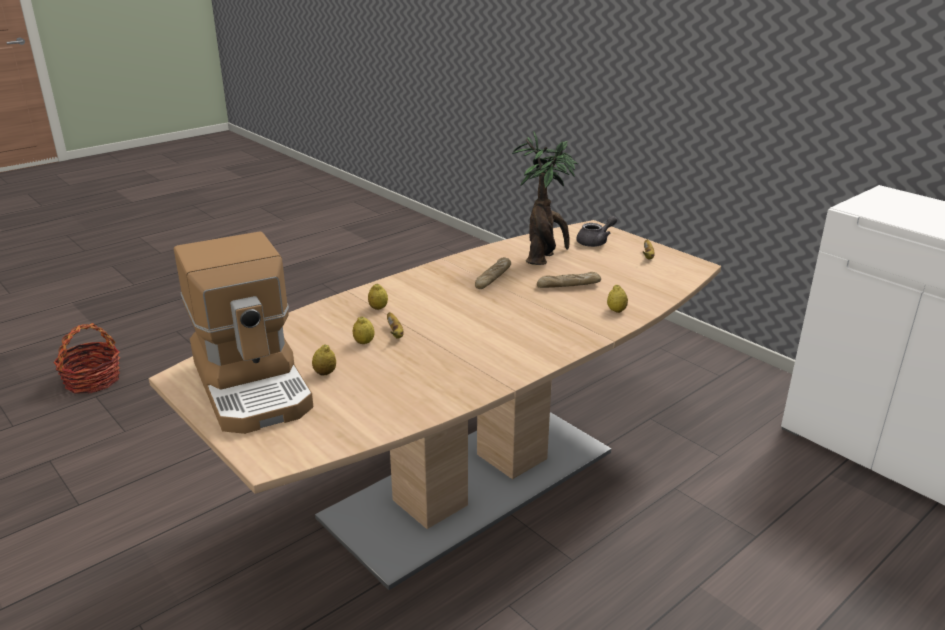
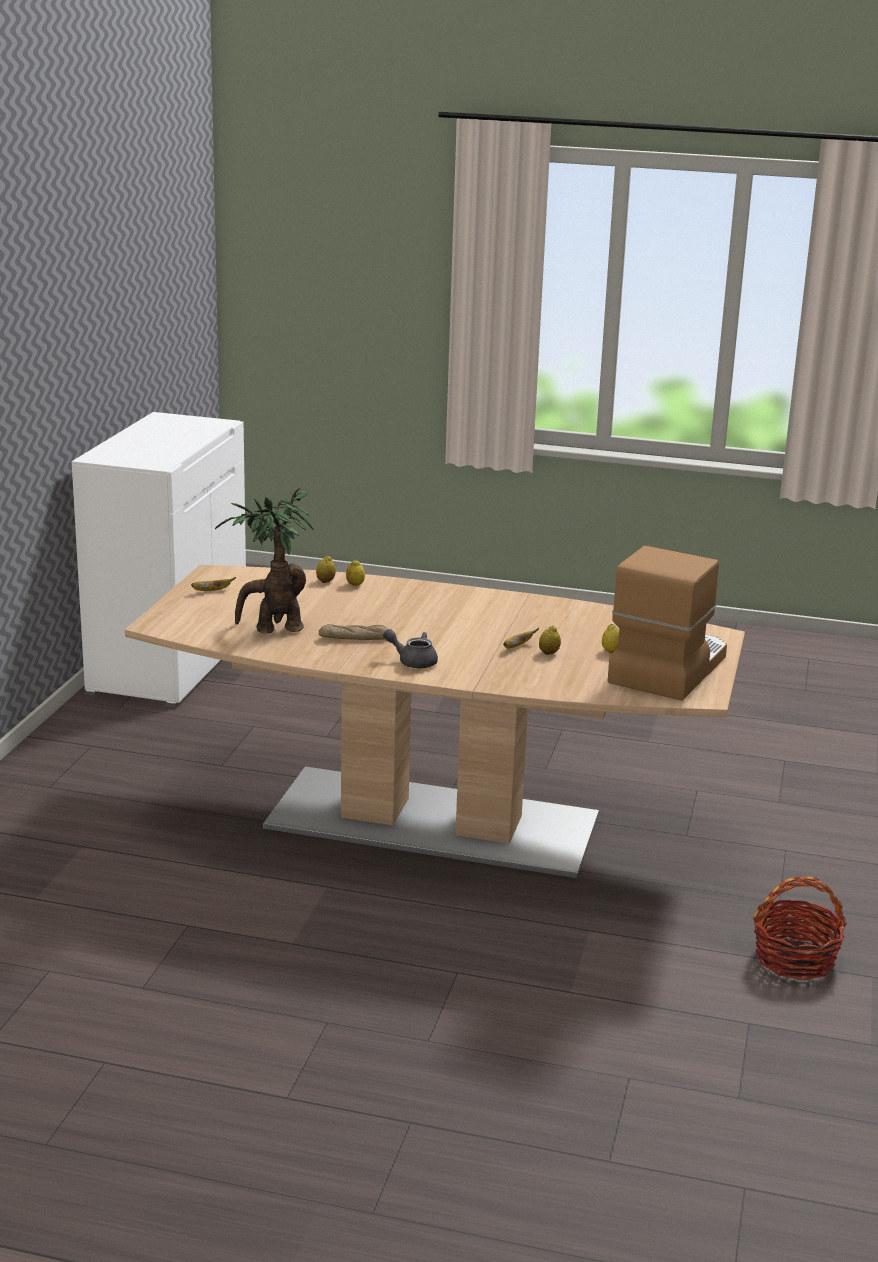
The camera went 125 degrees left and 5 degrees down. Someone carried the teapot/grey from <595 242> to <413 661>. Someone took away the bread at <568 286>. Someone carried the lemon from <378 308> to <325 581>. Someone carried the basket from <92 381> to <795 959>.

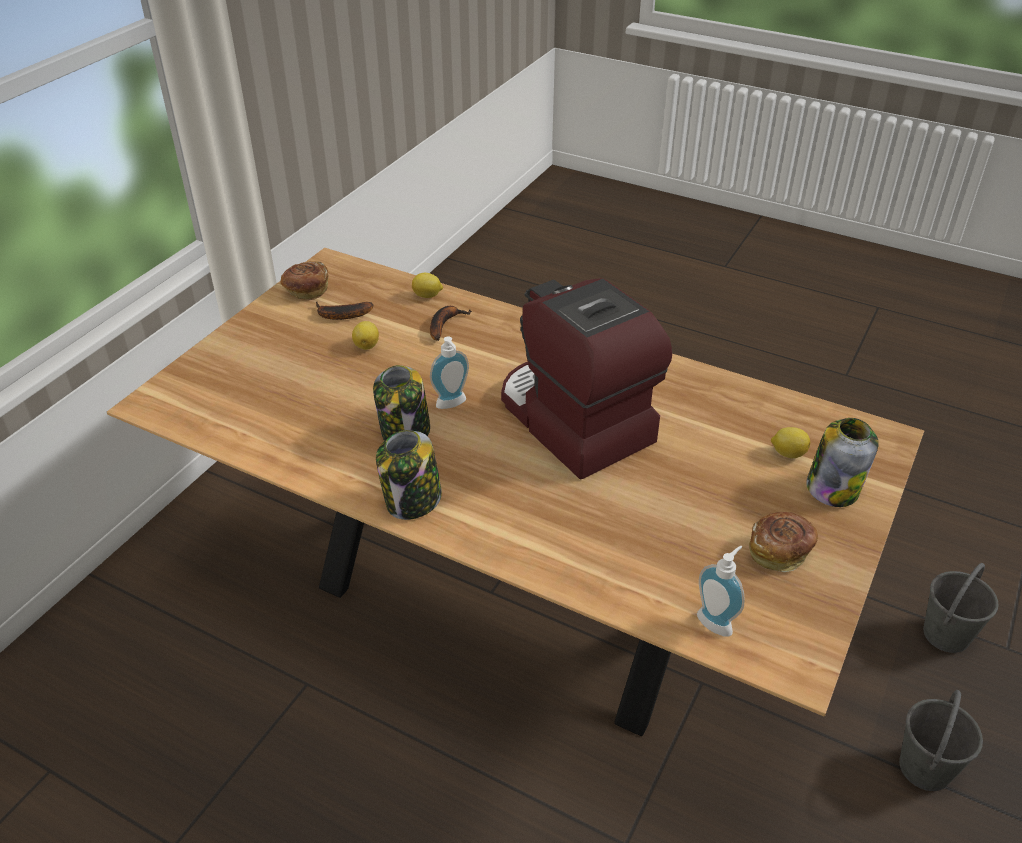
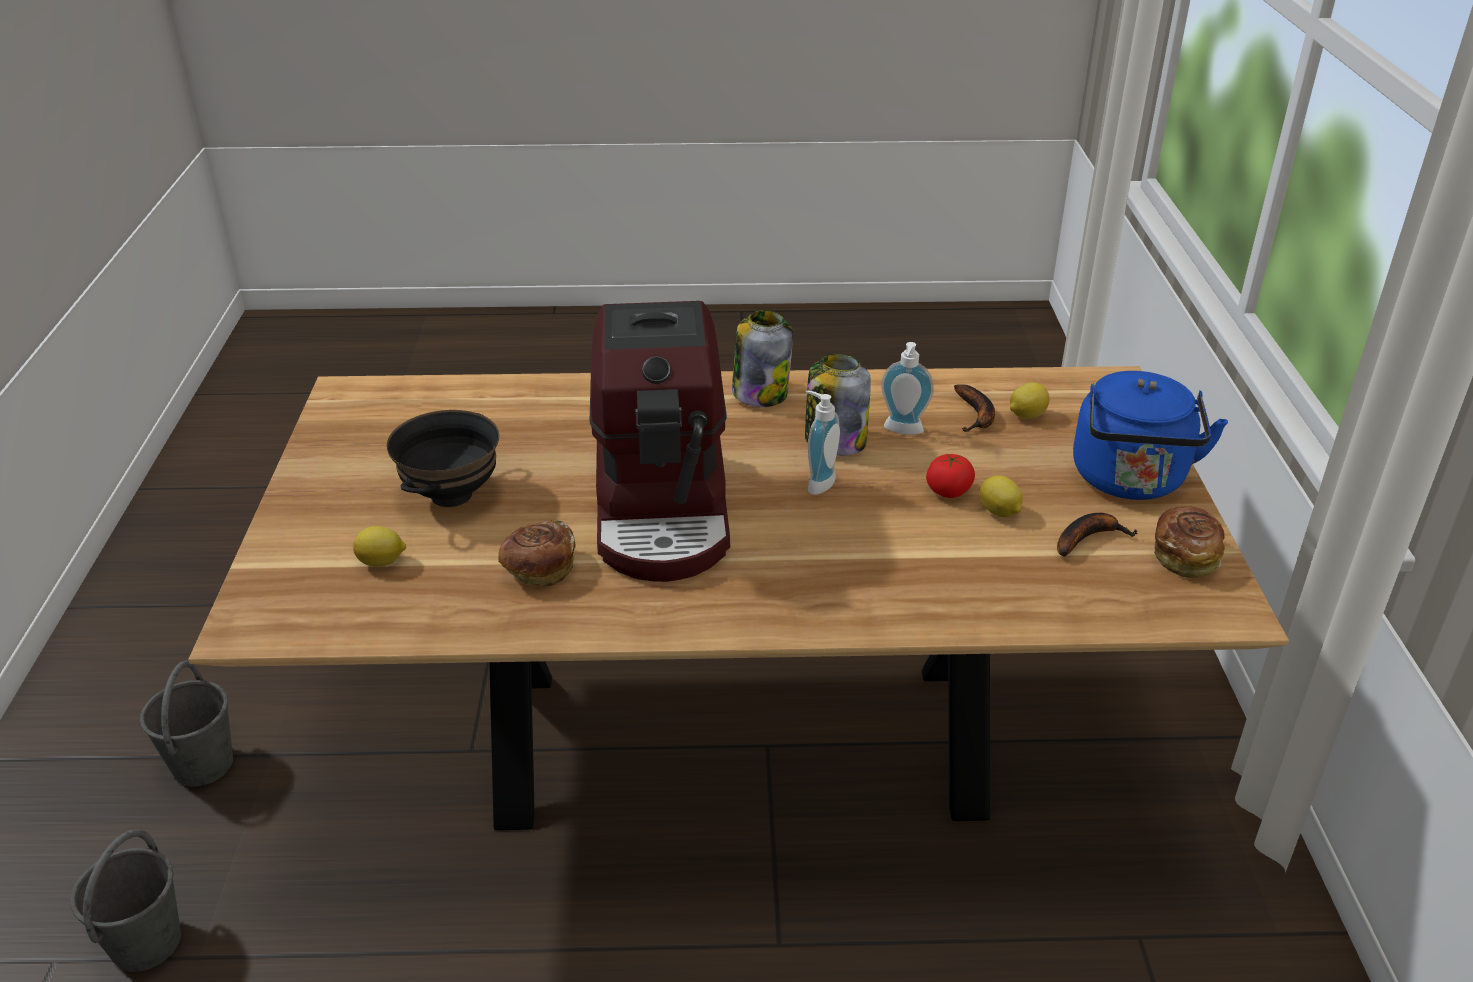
The camera went 150 degrees right and 5 degrees down. Someone carried the lemon from <427 296> to <1026 415>. Someone rotated the coffee machine at <572 422> by 60 degrees clockwise. Someone carried the banana from <444 324> to <976 415>. Someone took away the jar at <833 488>. Someone carried the bread from <779 551> to <539 569>. Someone carried the soap dispenser from <717 621> to <902 431>. Someone put down the kettle/blue at <1130 481>. Someone put down the bowl/black at <452 496>. Someone put down the tomato at <948 491>.

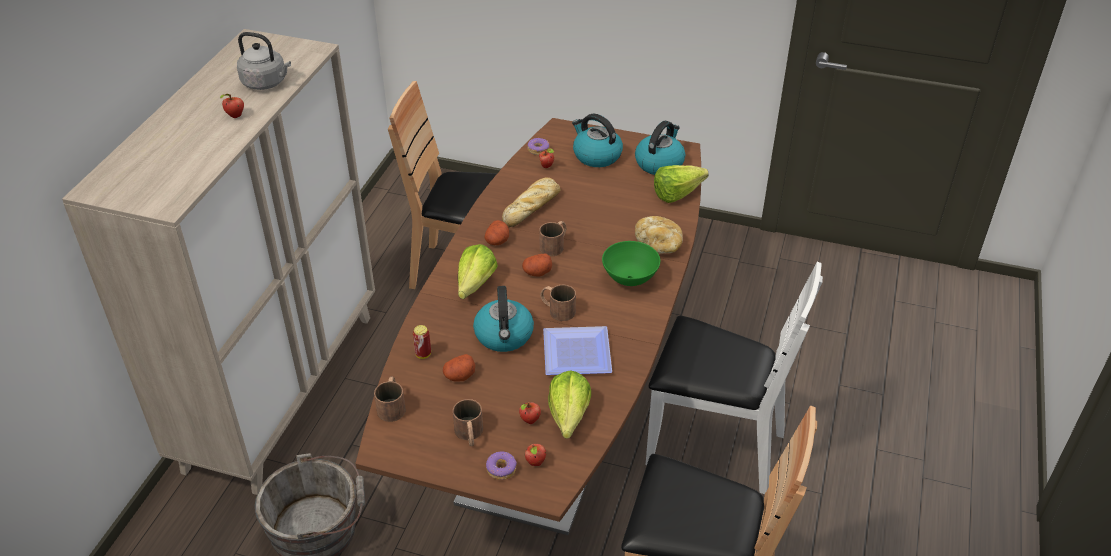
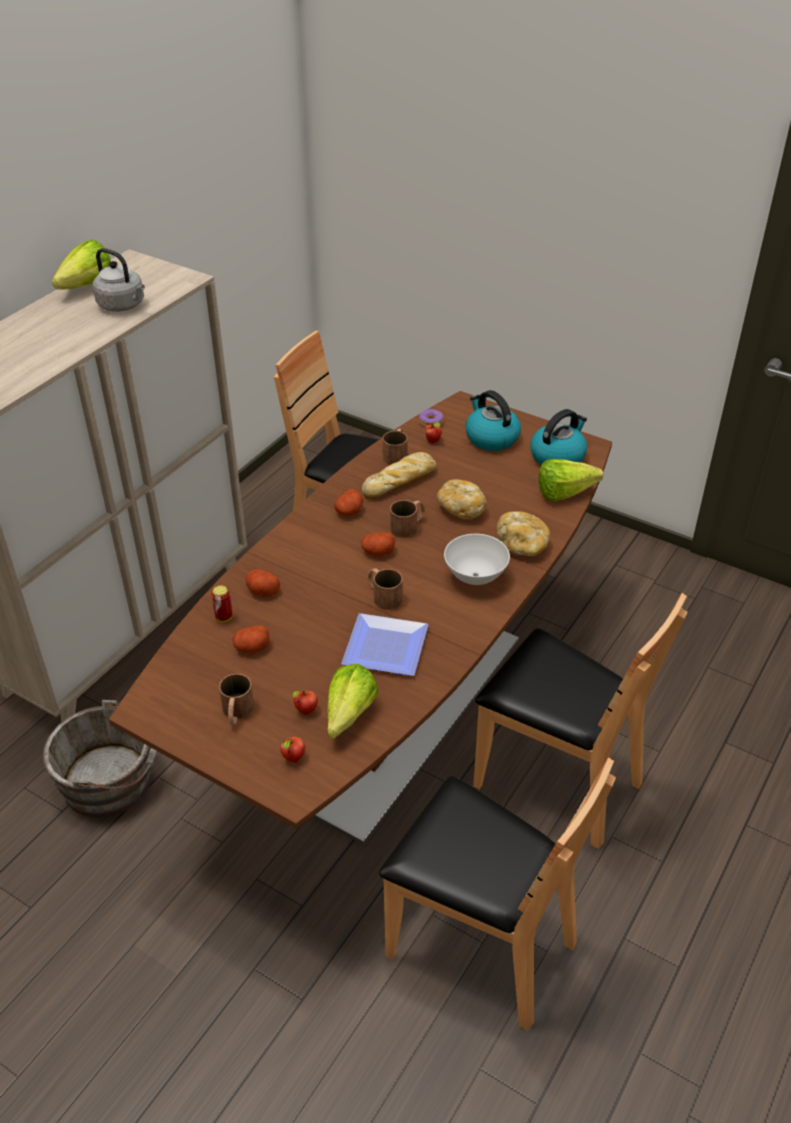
The camera went 15 degrees right and 0 degrees up. Someone took away the apple at <235 116>. Someone repainted the bowl/green at <630 279>, which became the bowl/white at <476 577>. Someone carried the lettuce from <472 289> to <81 288>. Someone repainted the chair/white at <714 446>, which became the chair/brown at <557 781>. Someone took away the kettle at <504 336>. Someone carried the mug/brown from <392 405> to <396 454>. Someone took away the donut at <501 469>. Someone put down the bread at <461 508>. Someone put down the potato at <262 590>.

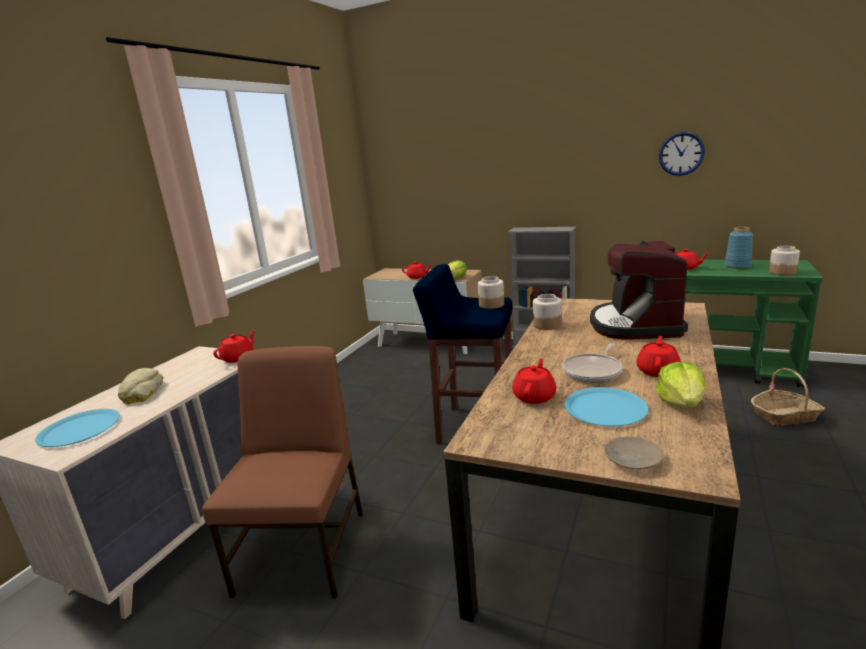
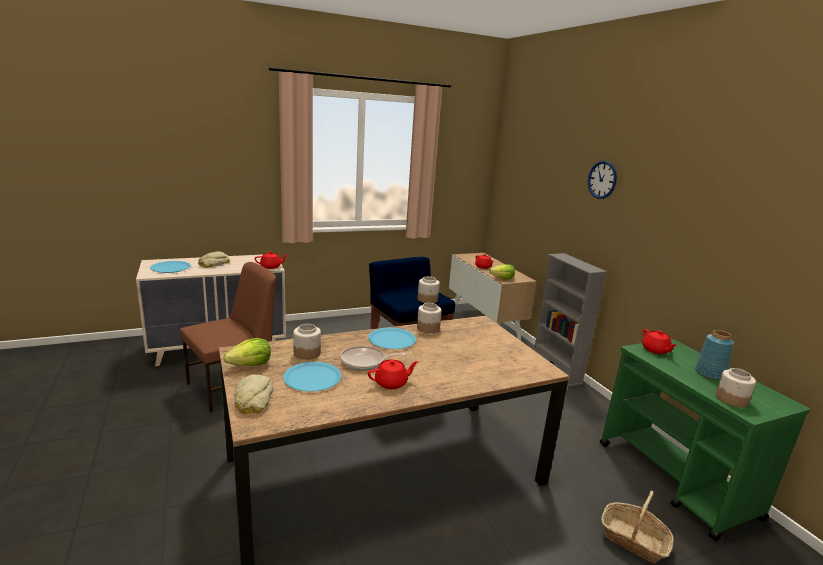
The camera went 40 degrees right and 0 degrees up. Someone carried the wall clock from <681 154> to <602 179>. Someone took away the coffee machine at <635 325>. Someone swapped the teapot/red at <535 396> for the jar at <307 353>. Someone carried the lettuce from <681 402> to <250 365>. Someone swapped the plate/beige at <632 459> for the bread at <253 399>. Someone put down the plate/blue at <392 339>.

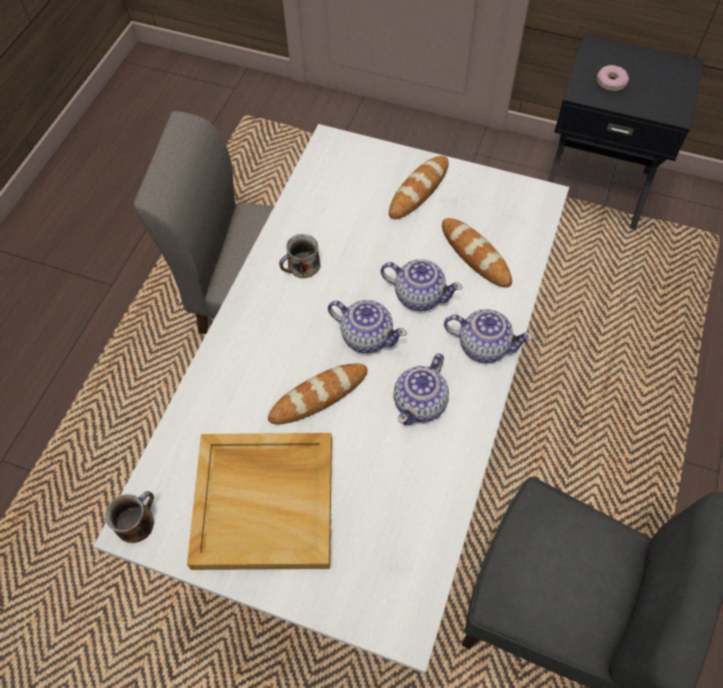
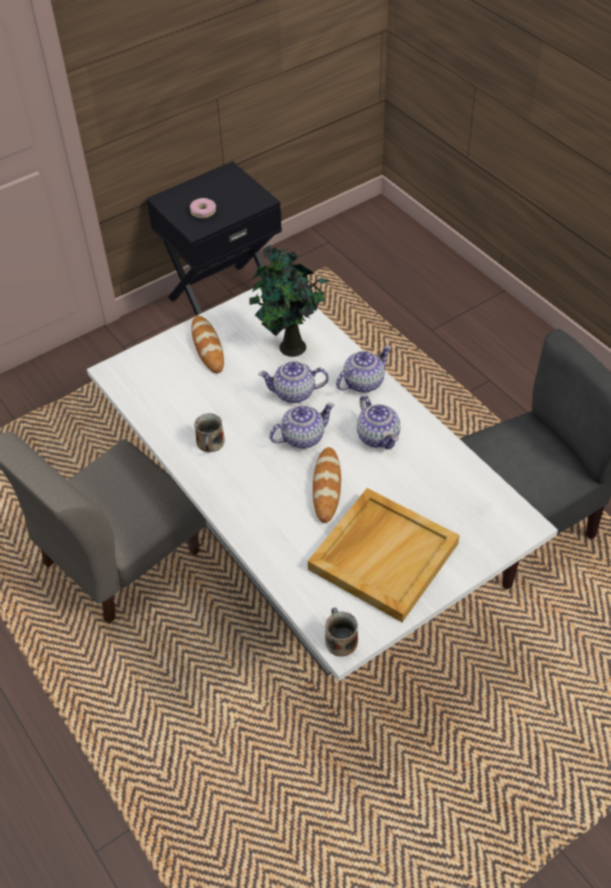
The camera went 55 degrees left and 10 degrees down. Someone swapped the bread at <475 255> for the potted plant at <290 348>. Someone rotated the teapot at <419 295> by 150 degrees counterclockwise.

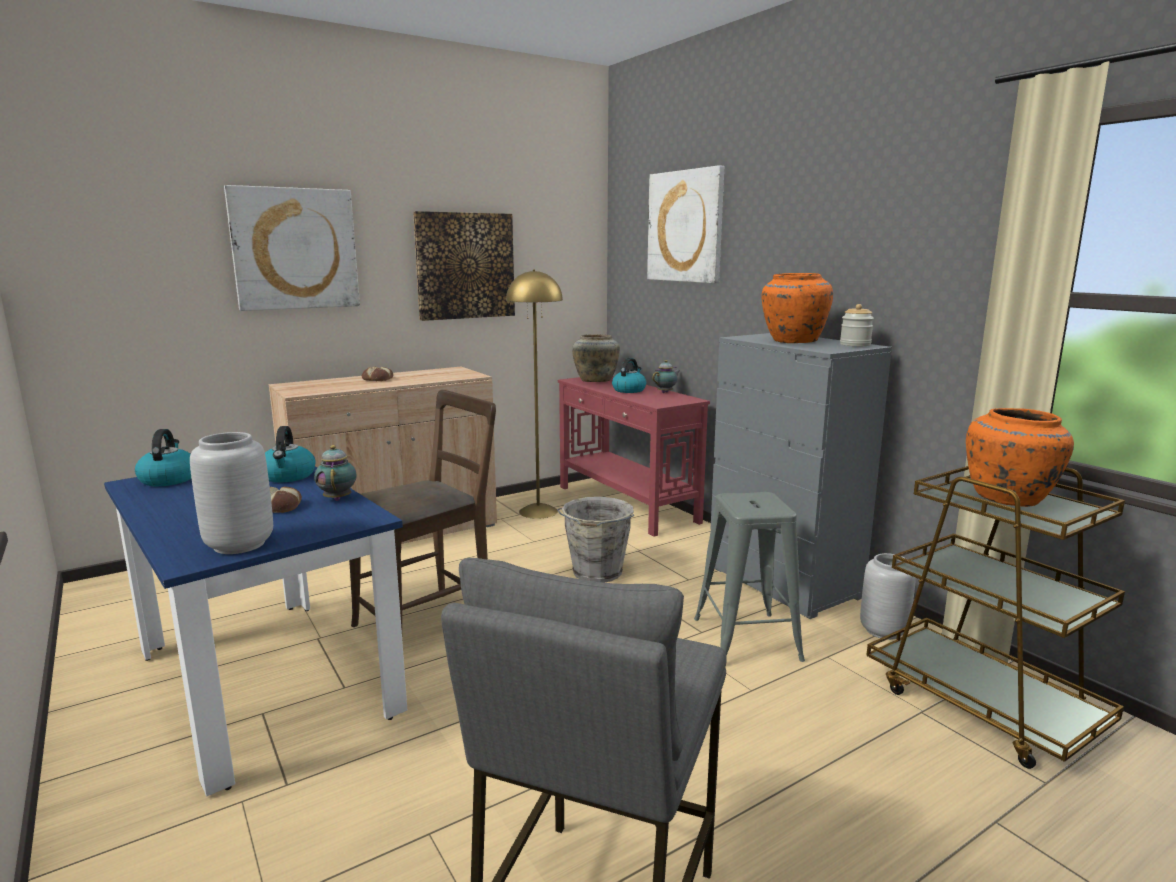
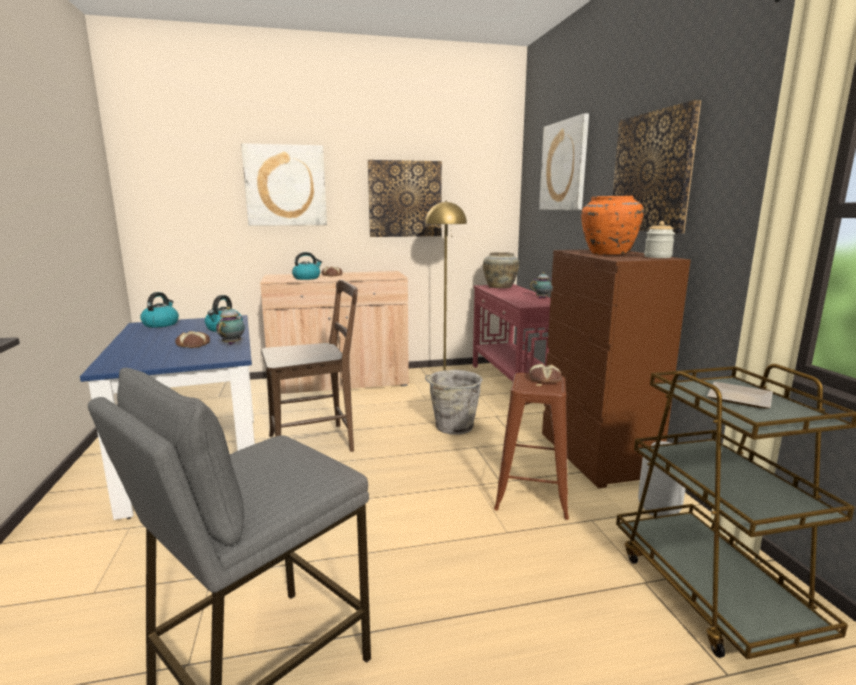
The camera went 20 degrees right and 0 degrees up. Someone repainted the dresser/grey at <783 582>, which became the dresser/brown at <596 457>. Someone carried the kettle from <629 390> to <307 278>. Someone swapped the vase/orange at <1010 499> for the plate at <741 399>. Someone took away the vase/grey at <238 544>. Someone repainted the stool/grey at <746 638>, which became the stool/brown at <532 493>. Someone put up the picture at <652 172>. Someone put down the bread at <544 379>.

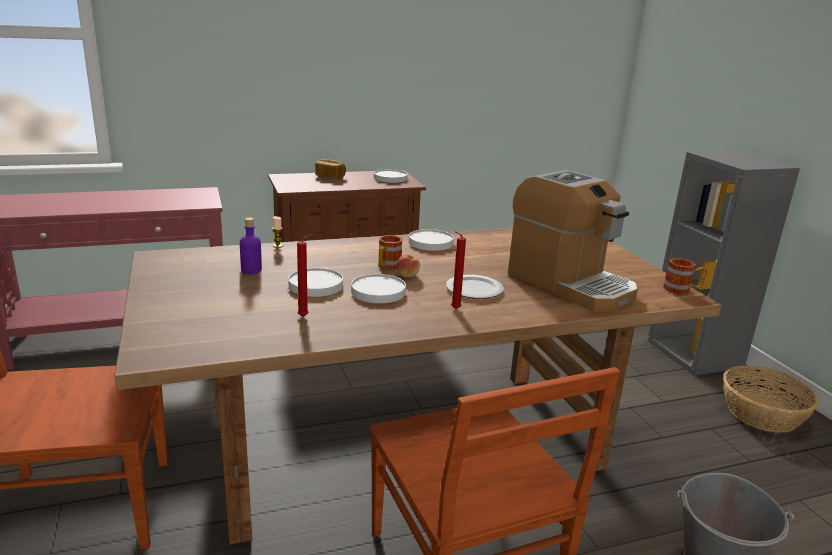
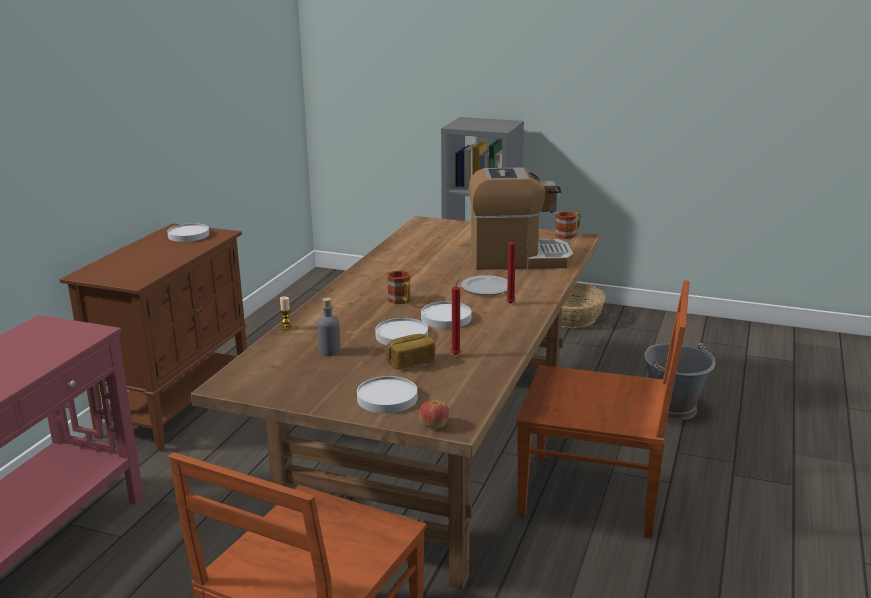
The camera went 50 degrees left and 0 degrees up. Someone carried the bread from <330 176> to <410 362>. Someone repainted the bottle/purple at <251 270>, which became the bottle/grey at <330 351>. Someone carried the plate/white from <430 242> to <386 398>. Someone carried the apple from <407 275> to <434 425>.

